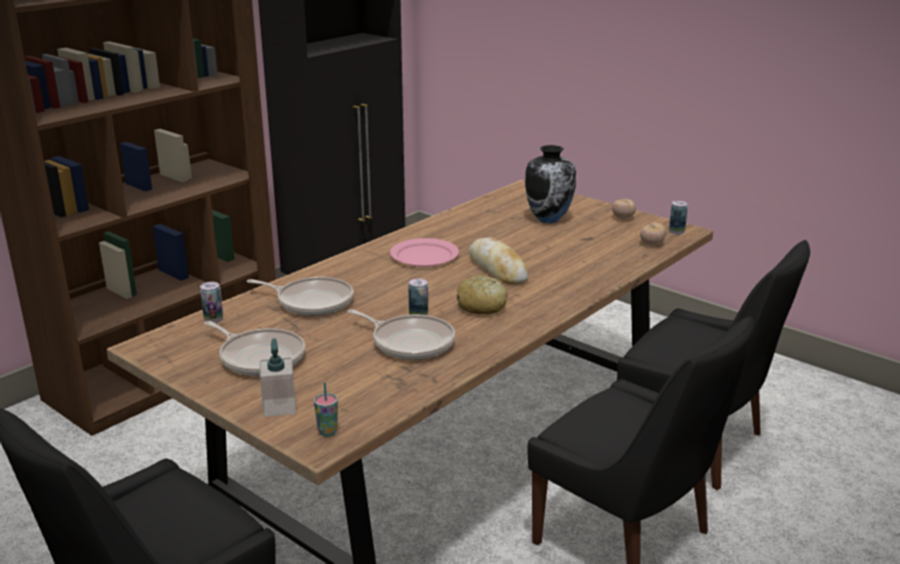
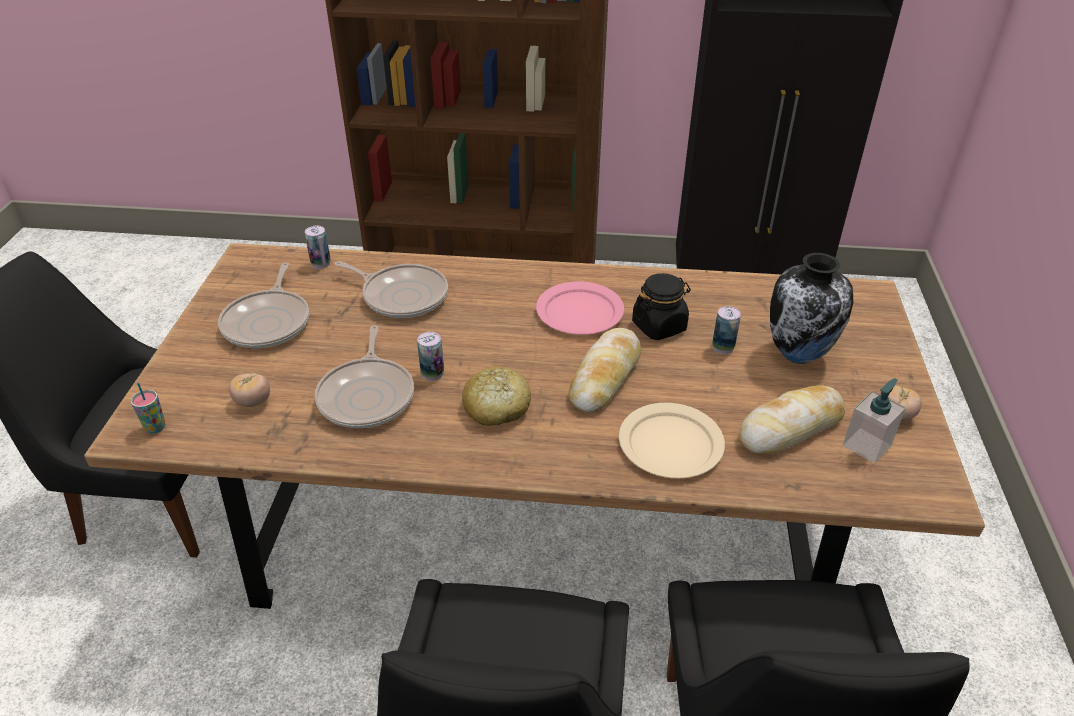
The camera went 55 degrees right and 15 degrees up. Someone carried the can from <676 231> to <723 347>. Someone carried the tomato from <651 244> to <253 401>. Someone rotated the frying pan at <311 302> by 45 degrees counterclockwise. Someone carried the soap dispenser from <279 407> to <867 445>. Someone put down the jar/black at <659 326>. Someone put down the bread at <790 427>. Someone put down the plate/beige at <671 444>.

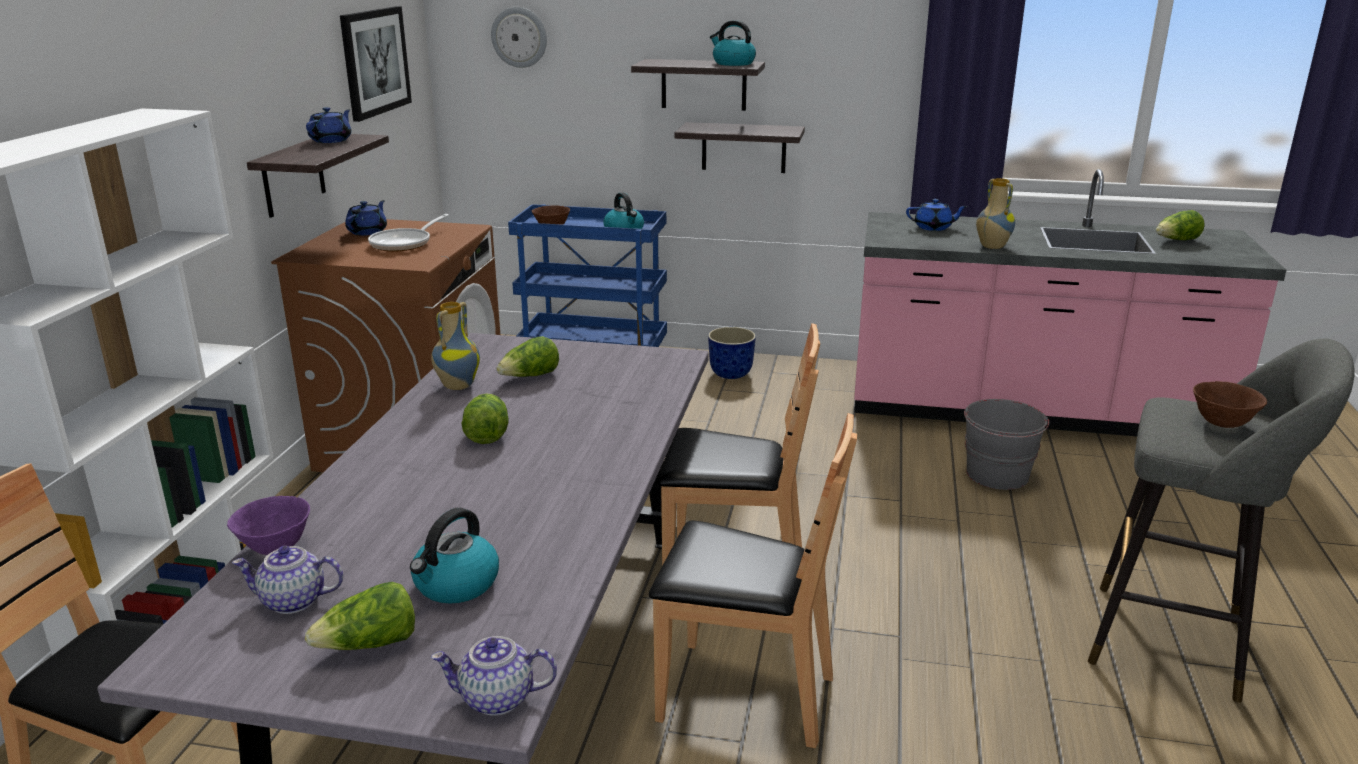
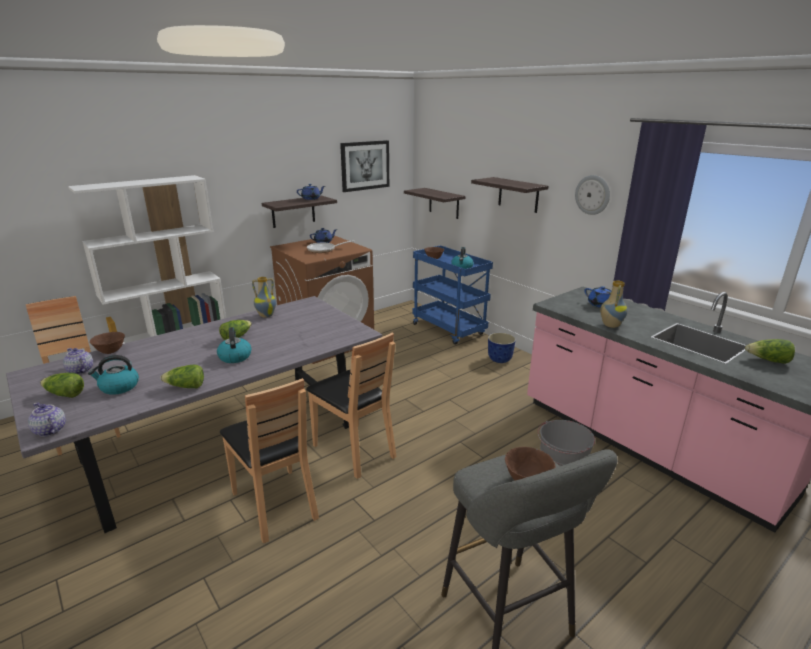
The camera went 40 degrees right and 0 degrees up. Someone carried the wall clock from <519 37> to <592 195>. Someone carried the kettle from <733 63> to <235 356>. Someone carried the shelf from <743 147> to <444 203>. Someone carried the lettuce from <530 376> to <186 387>. Someone repainted the bowl/purple at <274 548>, which became the bowl/brown at <110 351>.

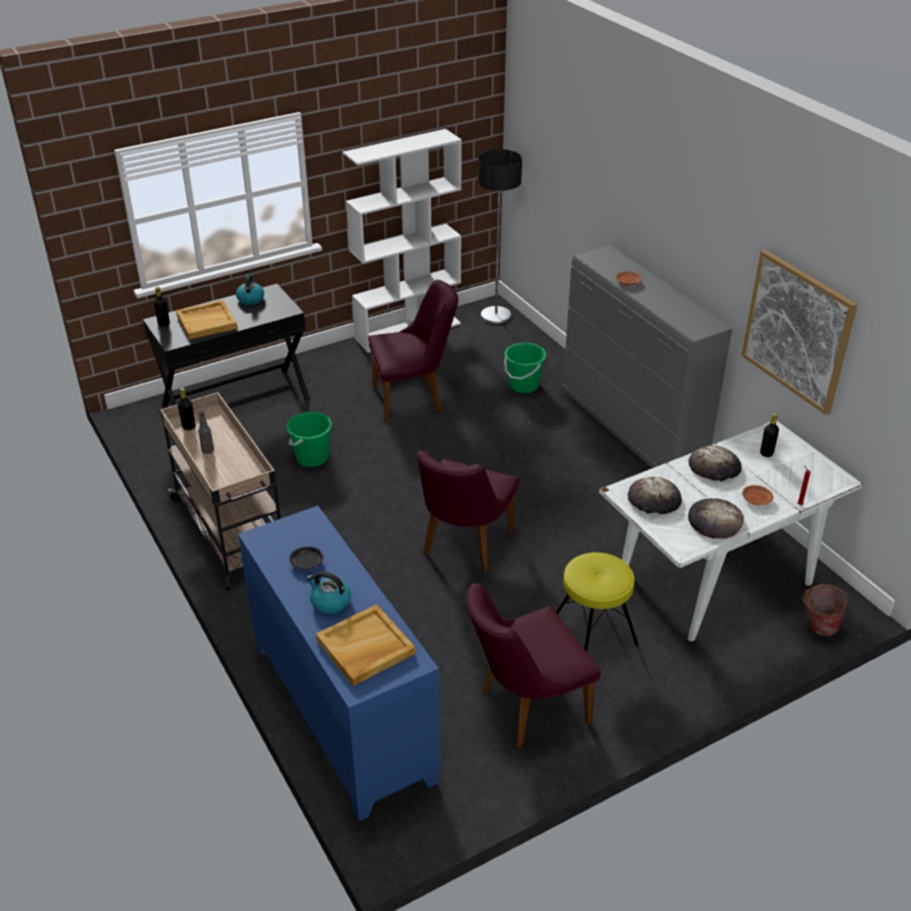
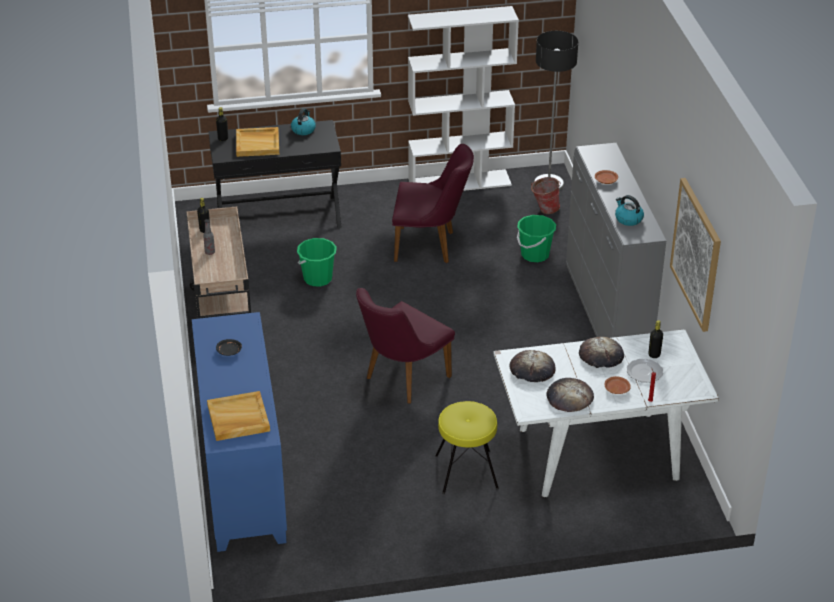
The camera went 20 degrees right and 0 degrees up. Someone carried the kettle from <330 602> to <628 219>. Someone took away the chair/purple at <525 708>. Someone carried the bucket from <817 628> to <544 209>. Someone put down the plate at <644 372>.

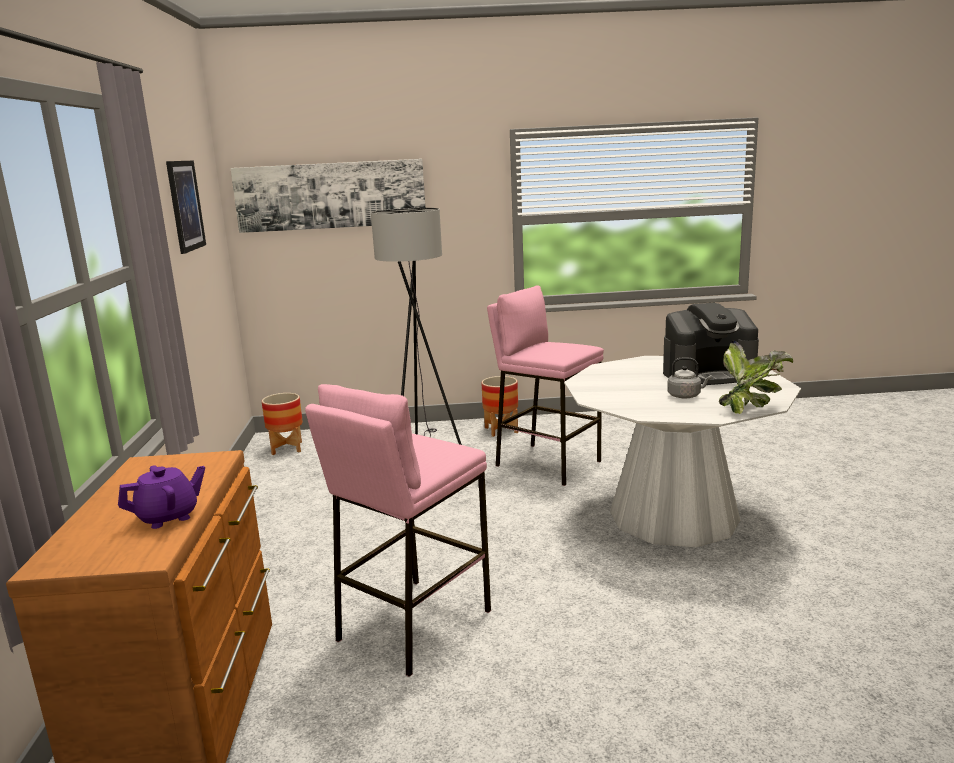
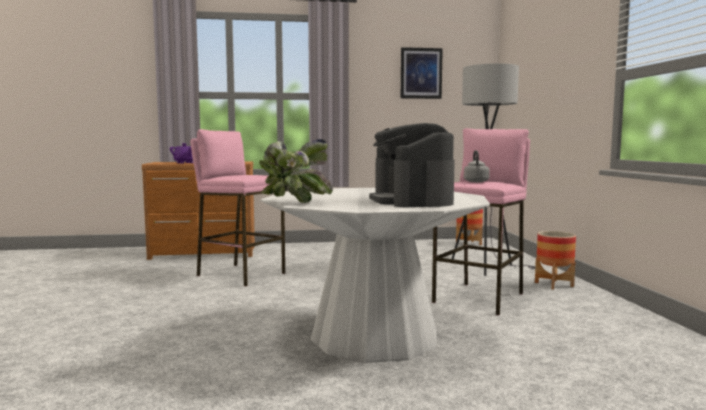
The camera went 85 degrees right and 10 degrees down. Someone took away the picture at <330 195>. Someone carried the kettle/grey from <686 396> to <476 182>.

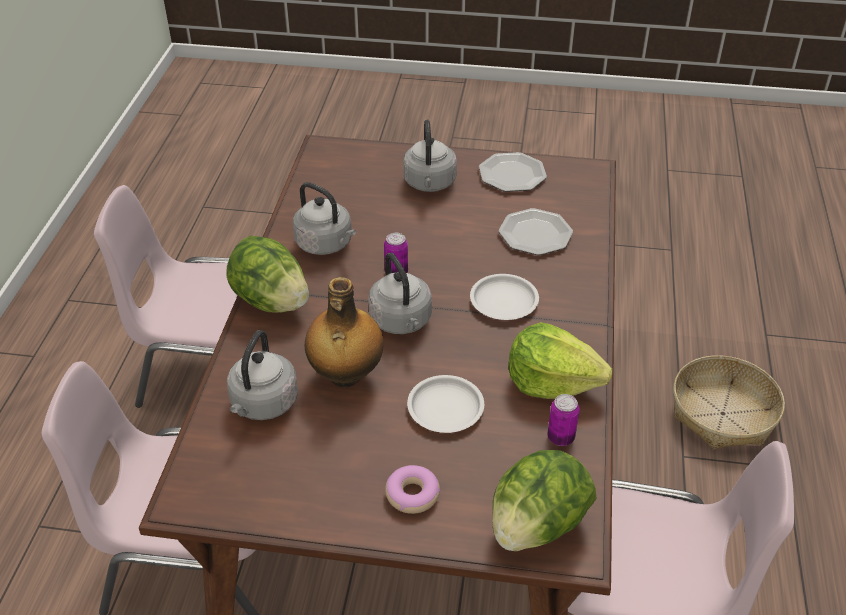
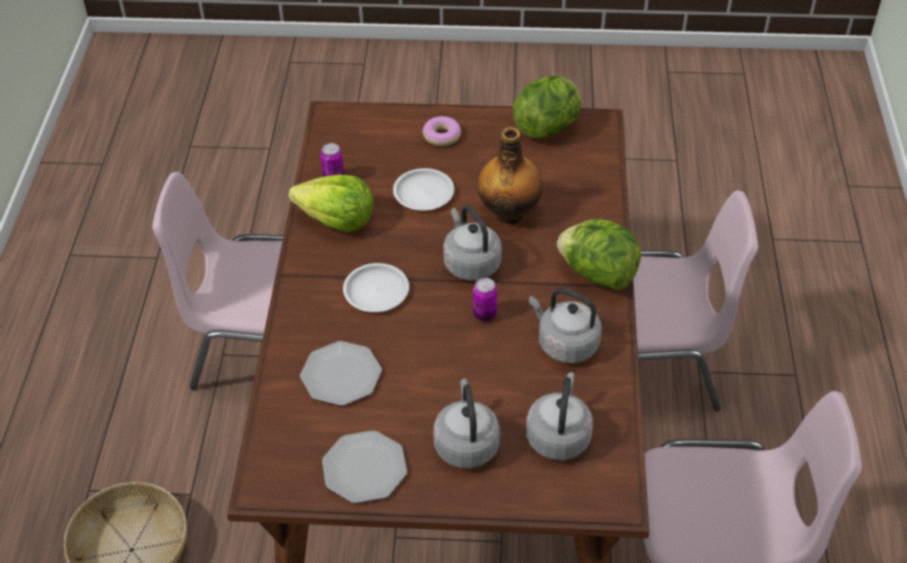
The camera went 175 degrees right and 5 degrees up. Someone carried the kettle/grey from <263 404> to <558 435>. Someone carried the lettuce from <537 526> to <547 127>.

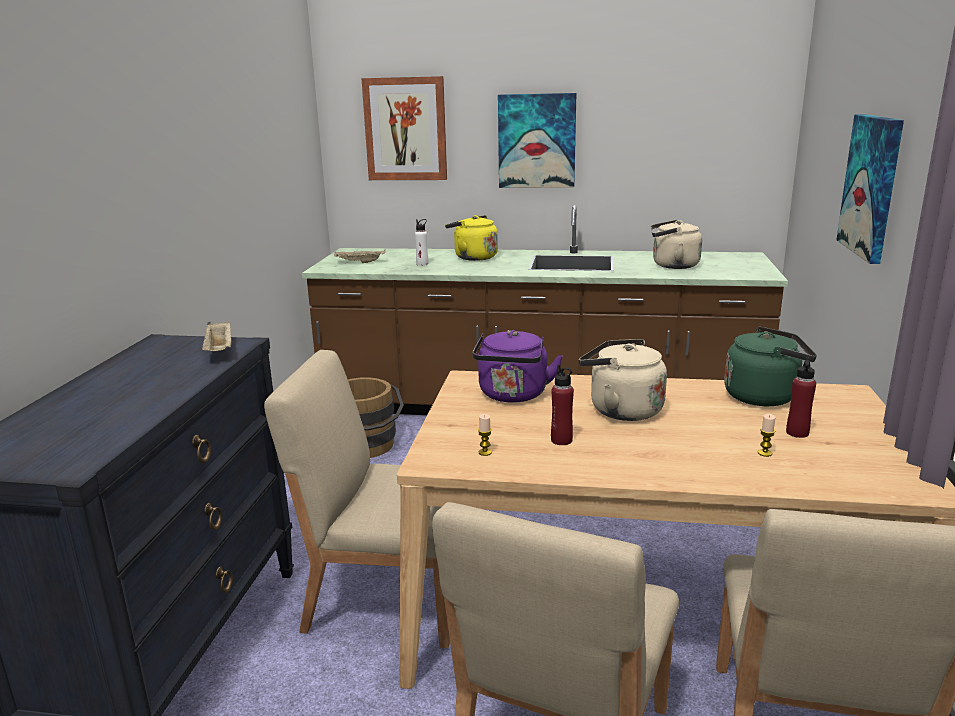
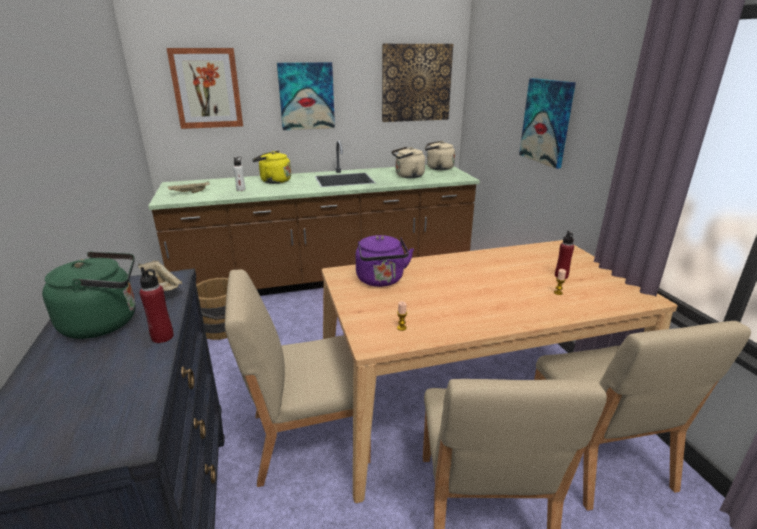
The camera went 25 degrees left and 5 degrees up. Someone carried the kettle/green from <764 396> to <106 322>. Someone carried the kettle/beige from <621 410> to <438 168>. Someone carried the bottle/red from <561 440> to <162 337>. Someone put up the picture at <416 83>.

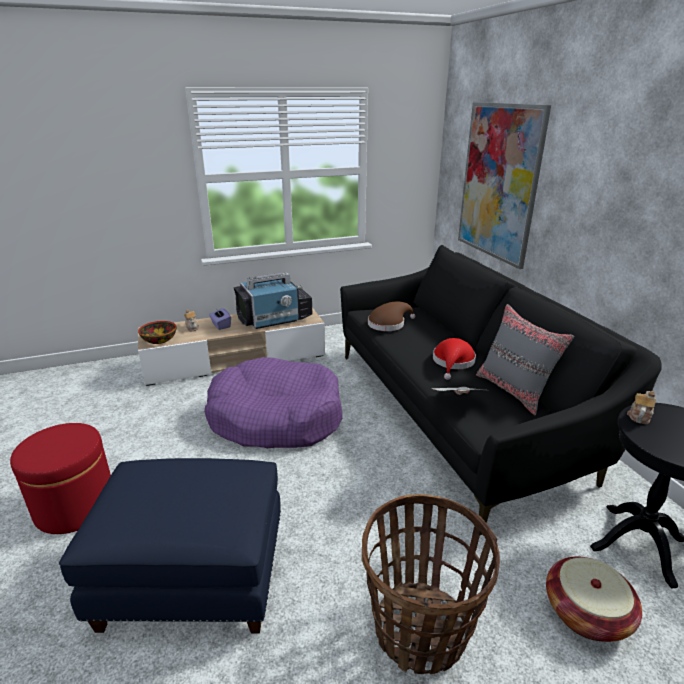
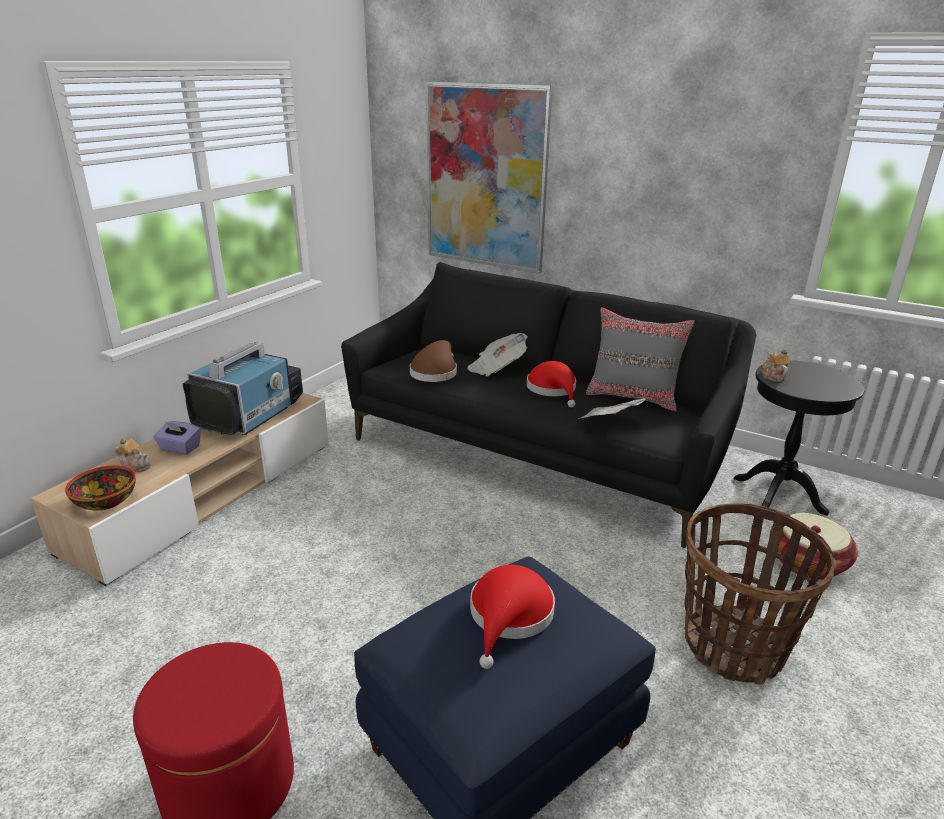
The camera went 40 degrees left and 0 degrees up. Someone took away the dog bed/purple at <276 417>. Someone put down the newspaper at <497 369>. Someone put down the hat/red at <509 616>.

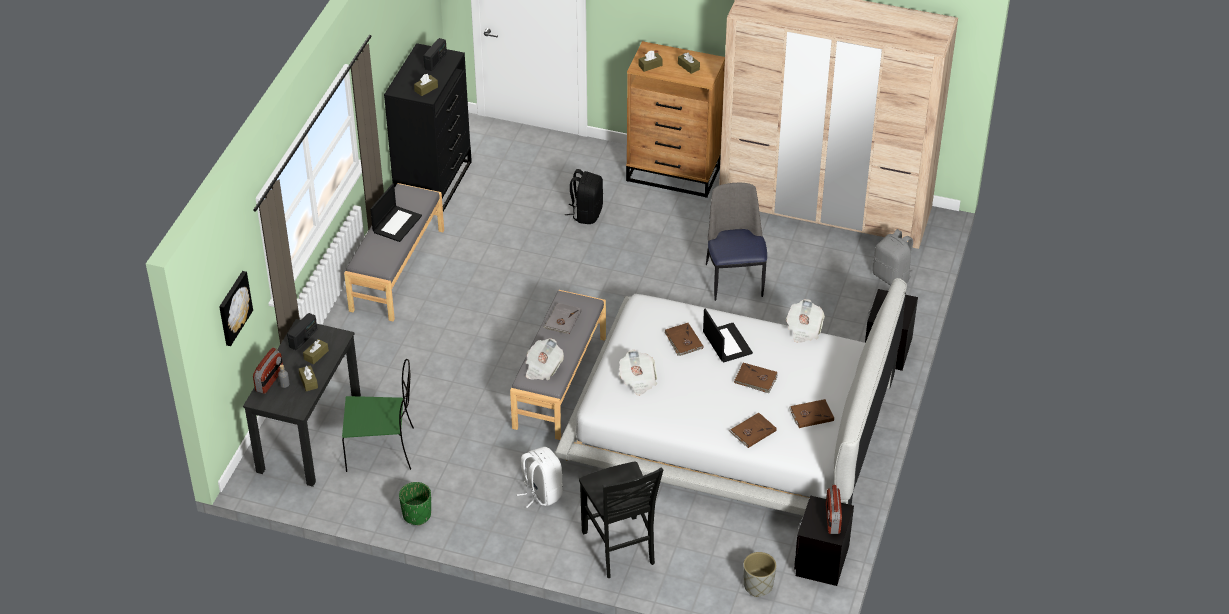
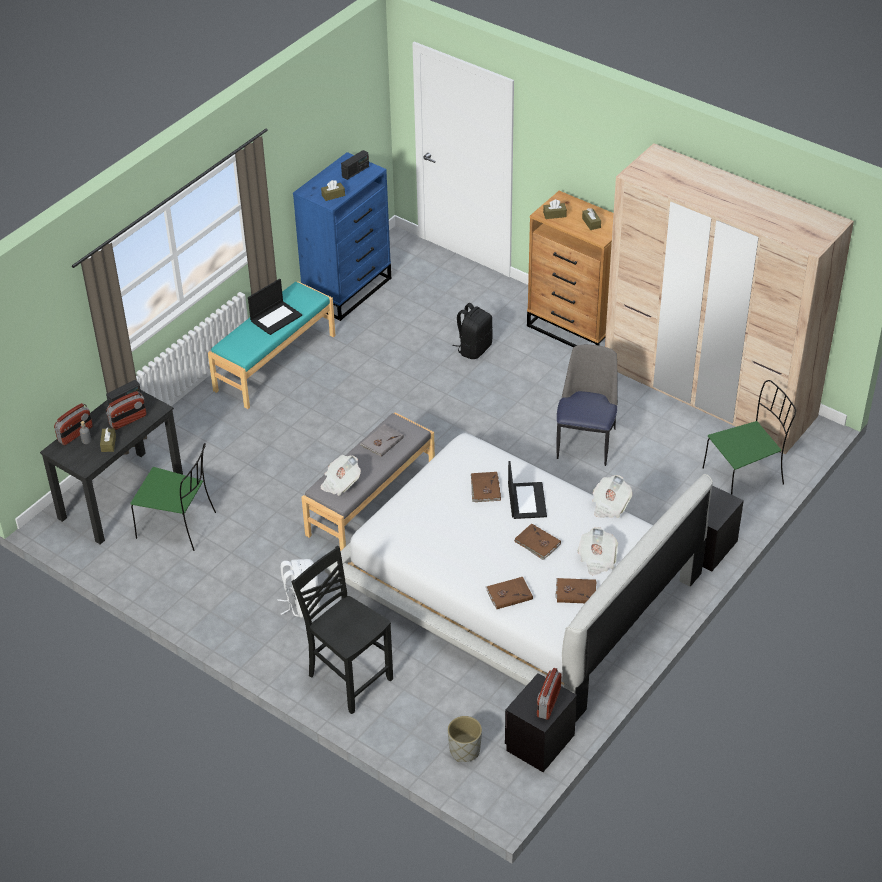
The camera went 20 degrees right and 0 degrees up. Someone repainted the dresser/black at <434 182>, which became the dresser/blue at <348 290>. Someone repainted the bench/grey at <396 270>, which became the bench/turquoise at <274 362>. Someone swapped the backpack/grey at <892 277> for the chair/green at <744 476>. Someone took away the picture at <233 307>. Someone swapped the tissue box/brown at <316 355> for the radio at <128 420>. Someone carried the newspaper from <638 380> to <597 559>. Someone rotated the chair/black at <619 549> by 135 degrees clockwise. Someone took away the planter/green at <416 515>.

